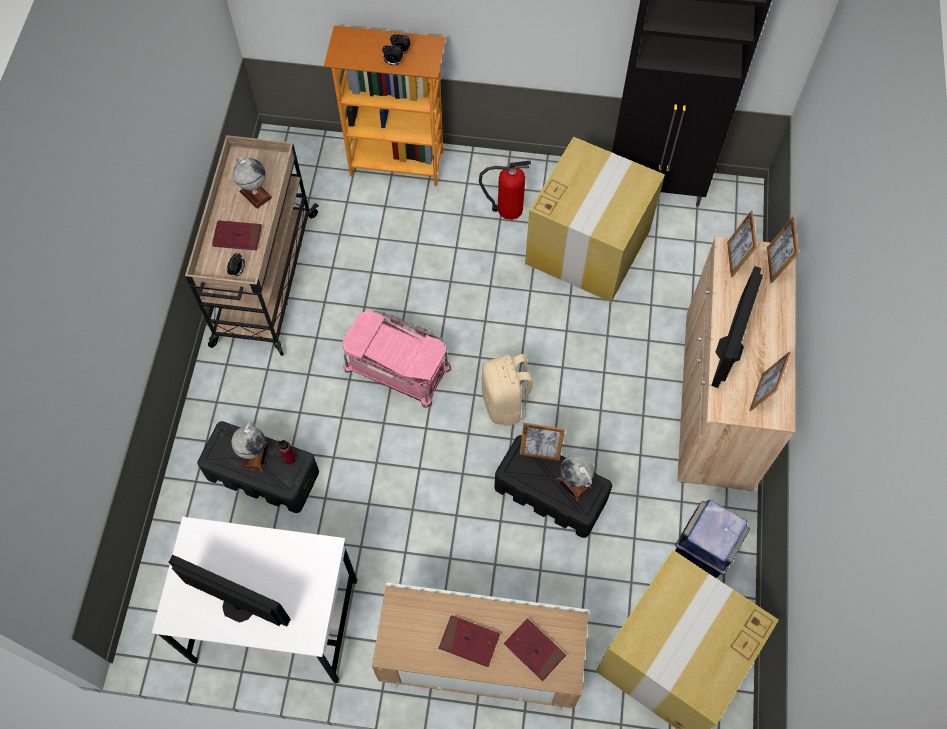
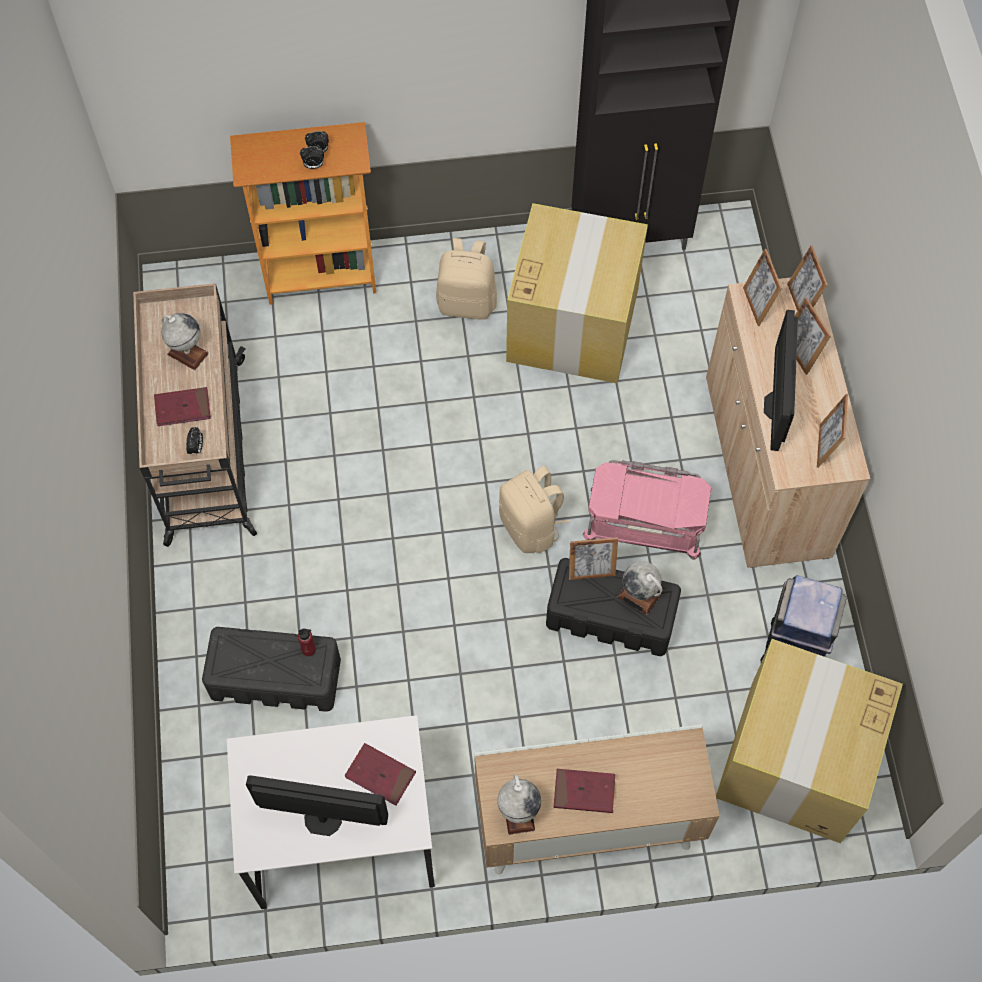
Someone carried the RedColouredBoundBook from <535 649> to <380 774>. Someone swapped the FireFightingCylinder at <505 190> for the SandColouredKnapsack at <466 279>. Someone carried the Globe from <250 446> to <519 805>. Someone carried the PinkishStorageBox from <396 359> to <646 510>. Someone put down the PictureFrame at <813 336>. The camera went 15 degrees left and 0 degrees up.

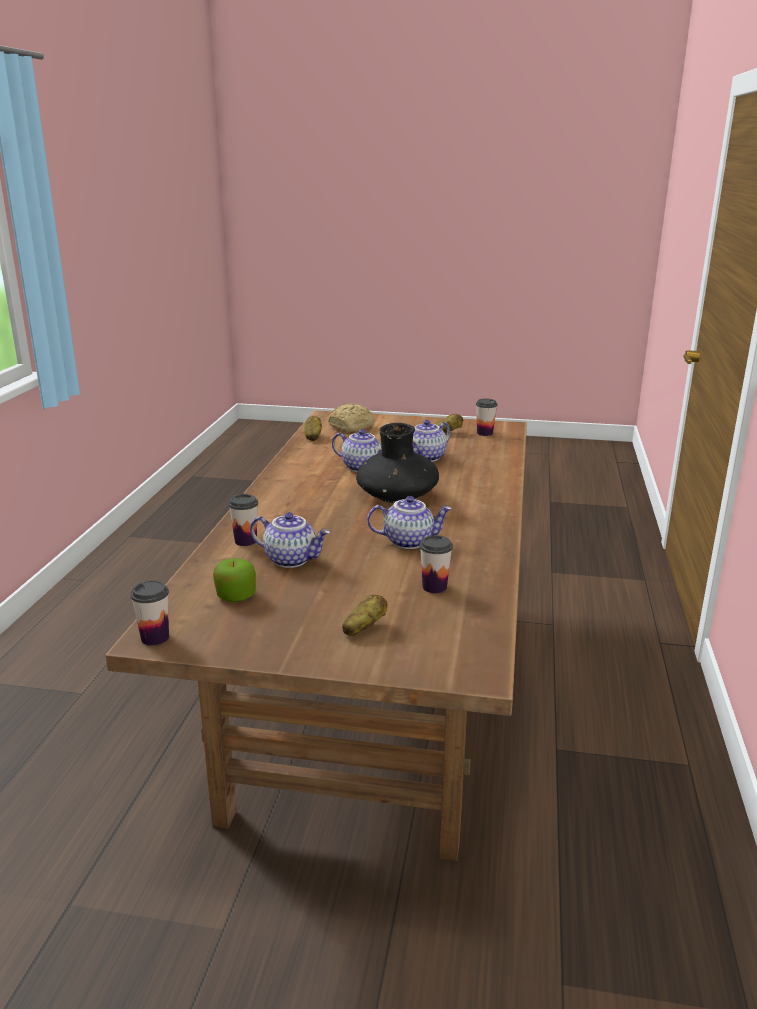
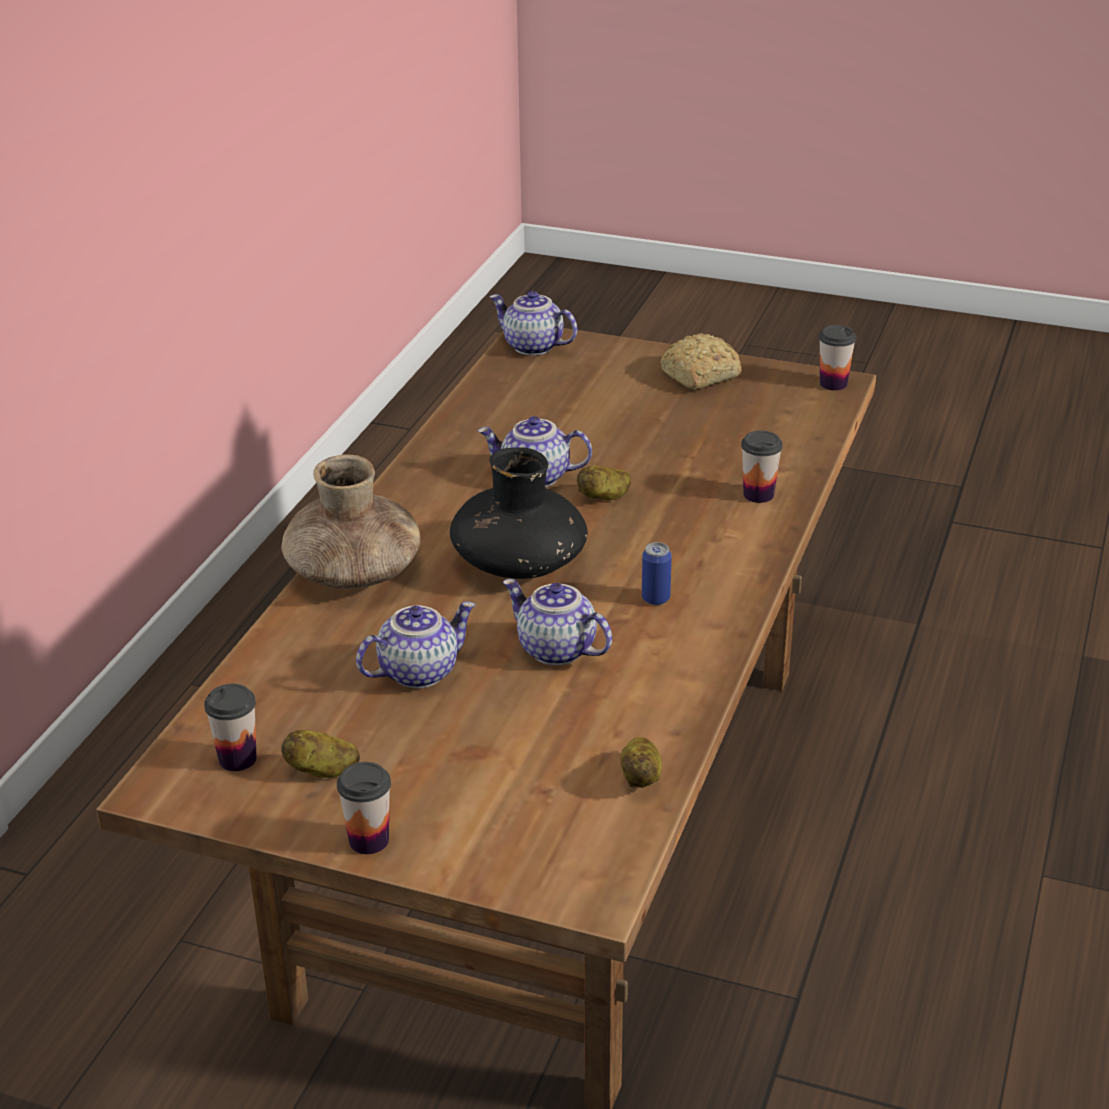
Someone put down the BrownColouredFlowerVase at <351 521>. Someone carried the Cup from <436 564> to <364 808>. Someone carried the Teapot from <290 540> to <533 323>. Someone carried the WholePotato from <365 615> to <604 483>. Someone put down the SealedCan at <657 573>. Someone carried the BakedBread from <351 417> to <701 361>. Someone took away the Apple at <234 580>. The camera went 170 degrees left and 10 degrees up.

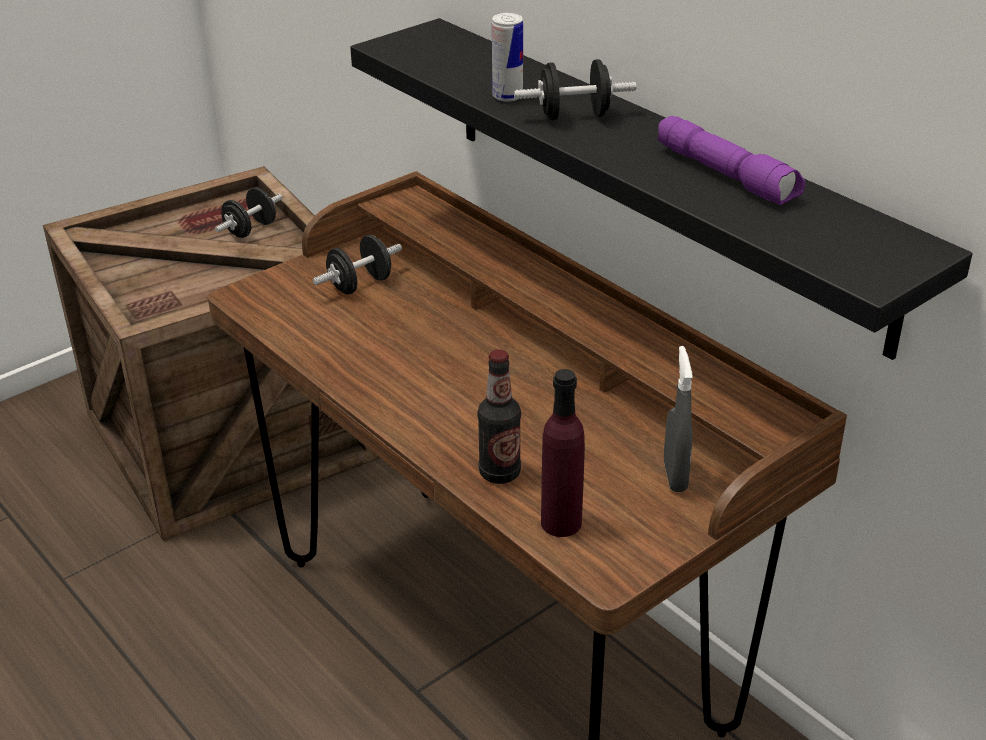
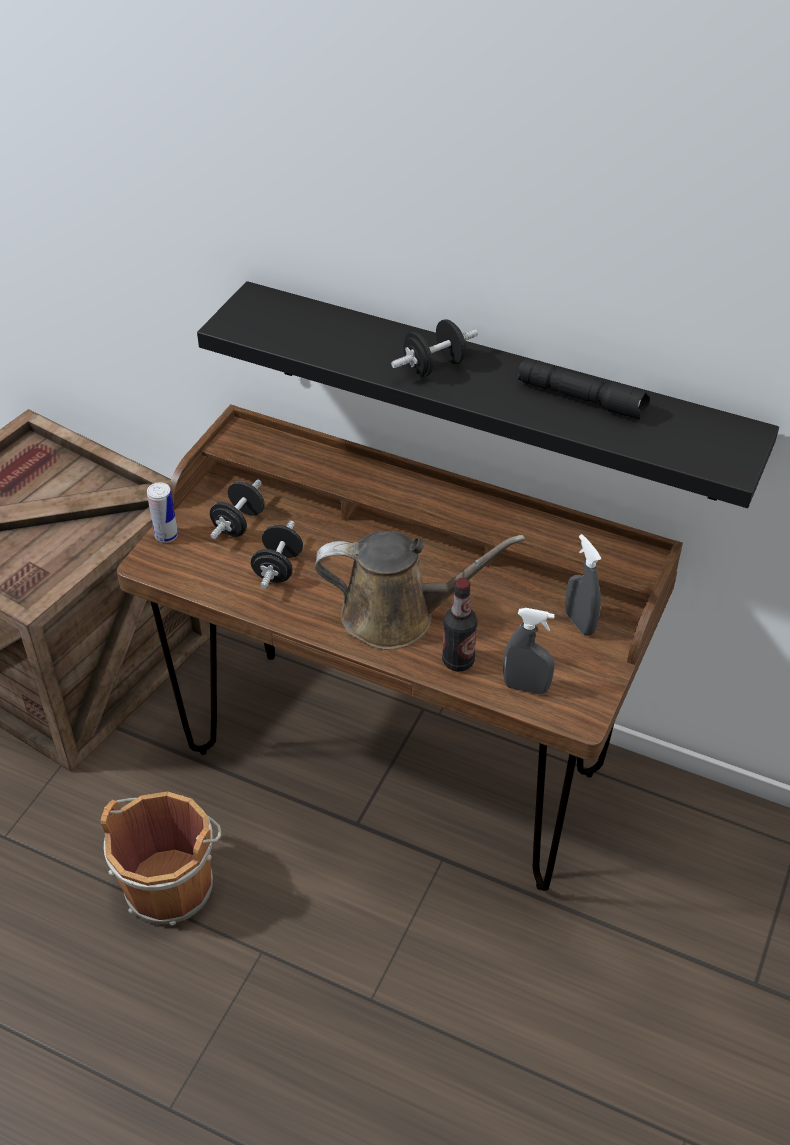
Someone put down the BrownColouredBucket at <161 858>. Someone carried the SealedCan from <507 57> to <162 512>. Someone carried the BlackishFreeWeight from <248 213> to <277 555>. Someone put down the BrownColouredWateringPot at <420 590>. Someone swapped the PurplishBeverageBottle at <563 453> for the GreyishSprayer at <529 651>. Someone repainted the PurplishTorch at <731 160>, which became the BlackishTorch at <584 388>. The camera went 25 degrees left and 10 degrees up.

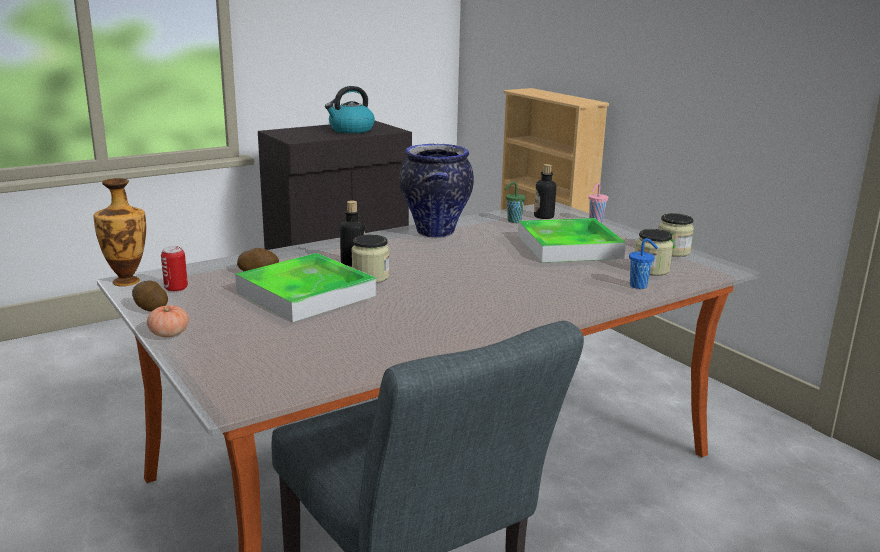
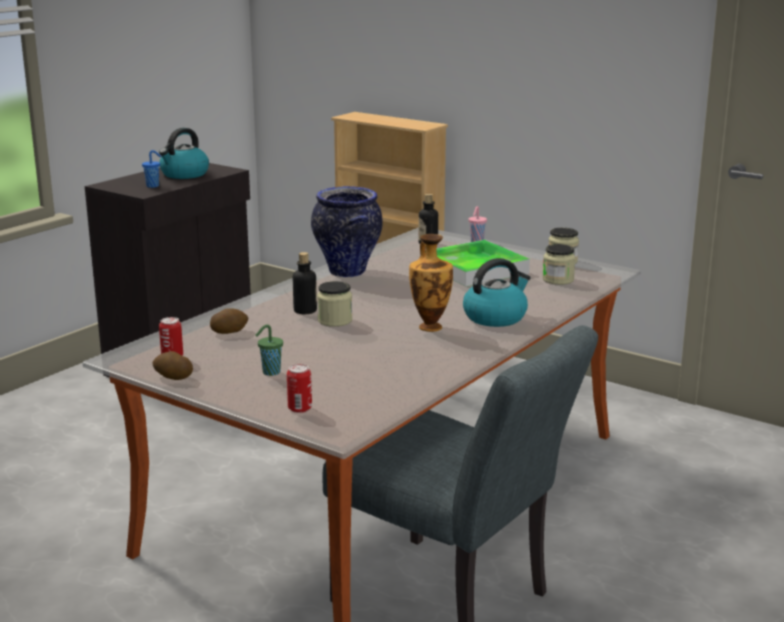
Someone carried the BlueCup from <643 263> to <151 169>. Someone carried the GreenCup from <515 202> to <269 350>. Someone put down the SealedCan at <299 388>. Someone carried the FlowerVase from <120 232> to <431 283>. Someone put down the WaterKettle at <497 292>. Someone took away the FreshTomato at <168 321>. Someone took away the Tray at <305 287>. The camera went 20 degrees left and 0 degrees up.

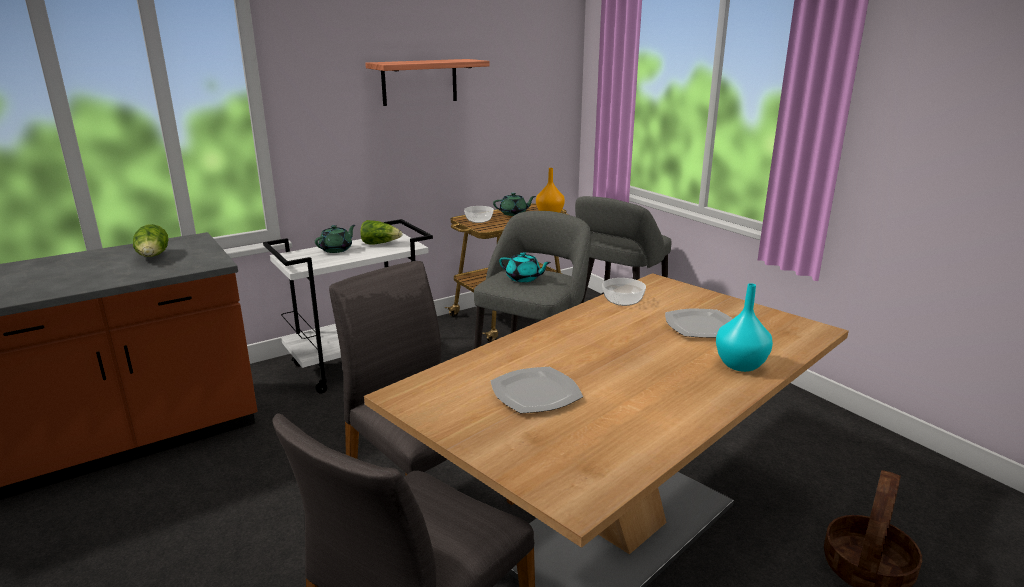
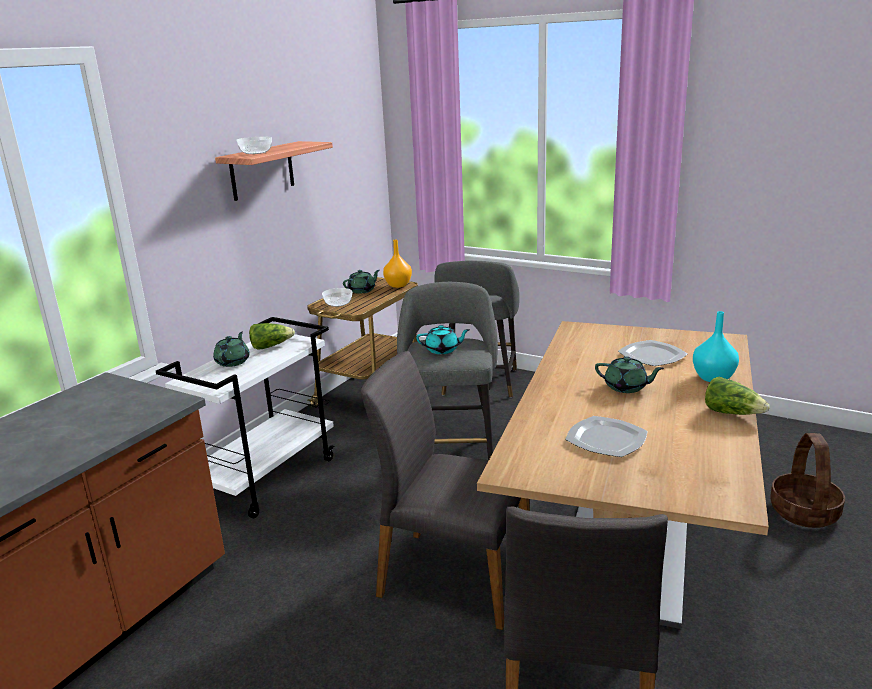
Someone carried the Bowl from <624 292> to <254 145>. Someone put down the GreenTeapot at <629 374>. Someone carried the LettuceHead from <150 240> to <737 396>. The camera went 25 degrees left and 0 degrees up.

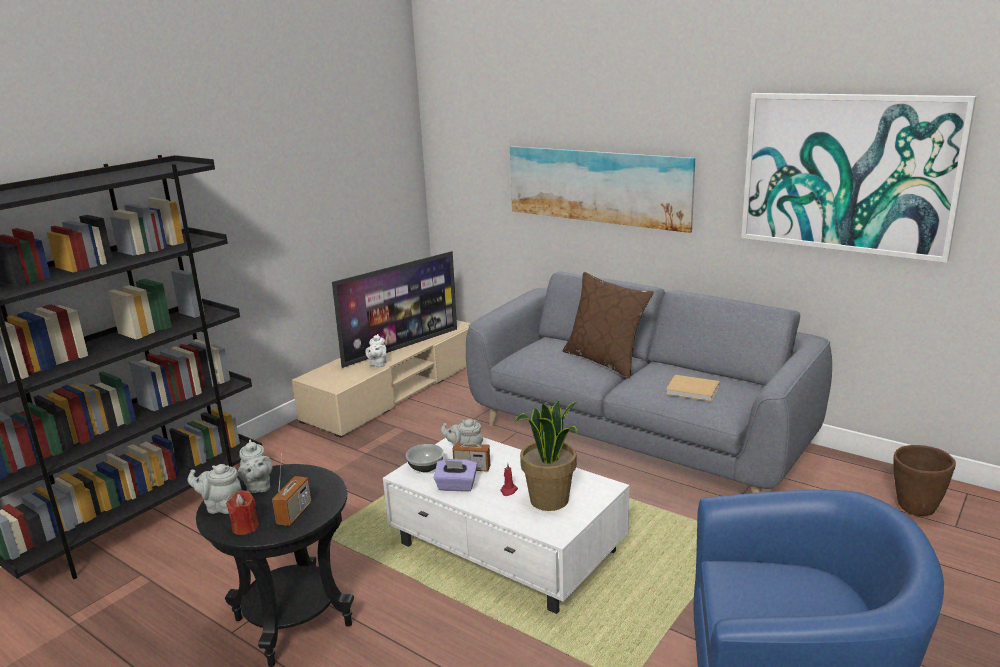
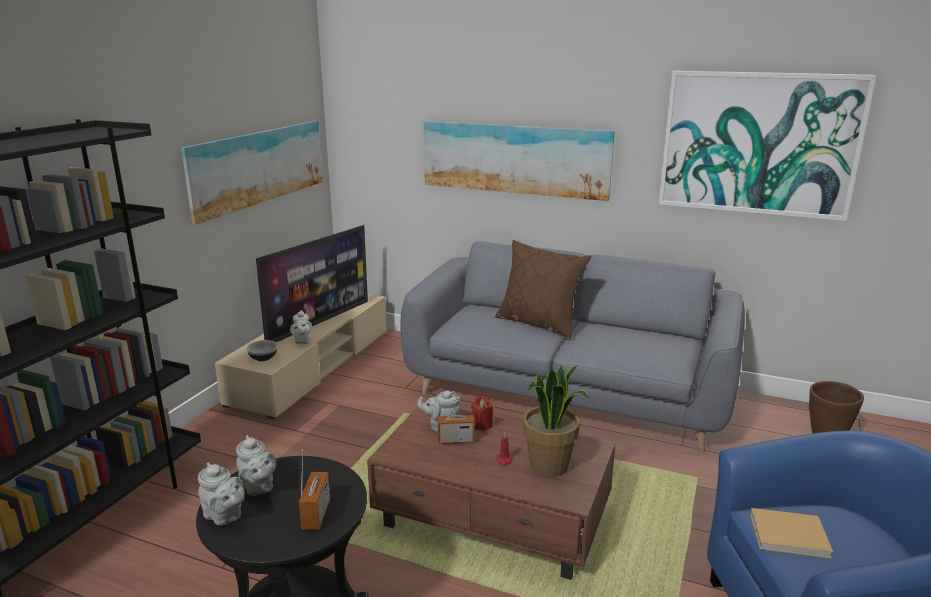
Someone put up the WallArt at <252 173>. Someone rotated the GreyishTeapot at <215 489> by 135 degrees counterclockwise. Someone carried the Bowl from <425 458> to <262 350>. Someone repainted the WhitishLoungeTable at <506 525>, which became the BrownColouredLoungeTable at <491 490>. Someone carried the RedColouredWaxCandle from <242 512> to <482 413>. Someone carried the SandColouredBoundBook from <693 388> to <791 533>. Someone took away the PurplishBoxOfTissues at <456 475>. The camera went 15 degrees left and 0 degrees up.

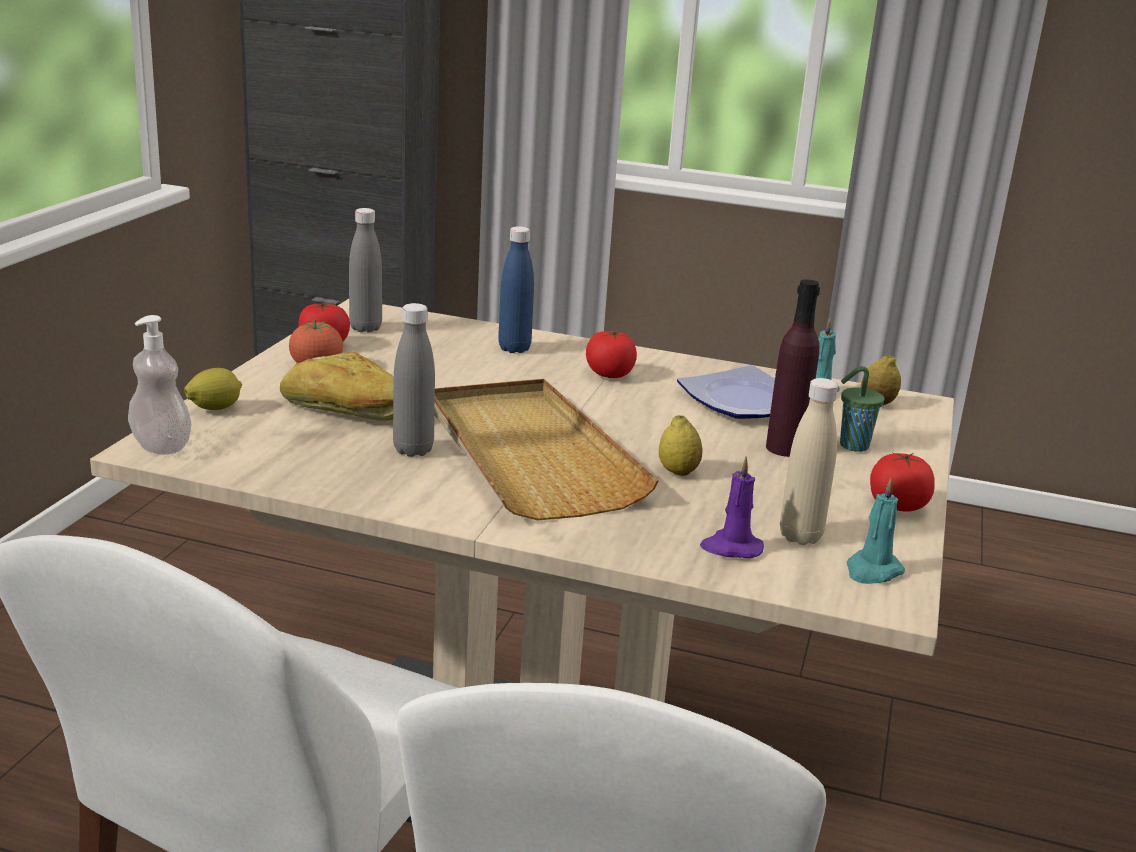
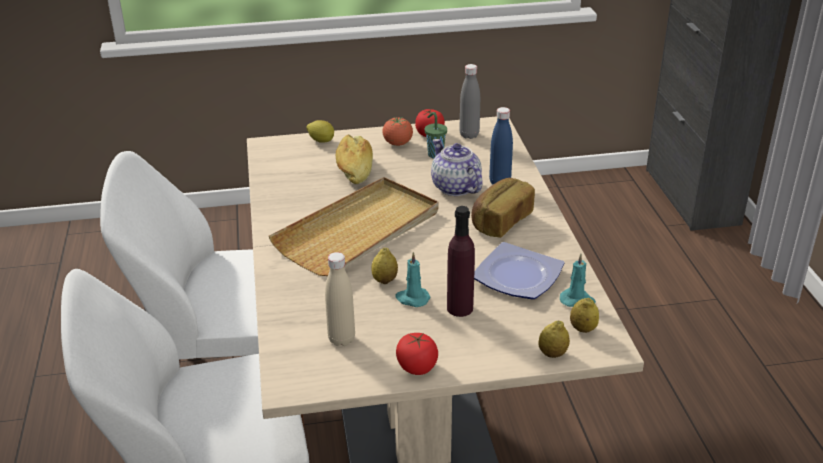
Someone carried the BlueGreenWaxCandle from <875 530> to <413 279>. Someone carried the GreenCup from <862 409> to <436 135>. Someone put down the Teapot at <457 167>. Someone swapped the FreshTomato at <611 354> for the BakedBread at <503 208>. Someone put down the WholeLemon at <554 339>. Someone took away the LiquidSoapBottle at <160 385>. Someone took away the GreyishBeverageBottle at <414 380>. Someone took away the PurplishWaxCandle at <732 507>. The camera went 65 degrees right and 10 degrees up.

